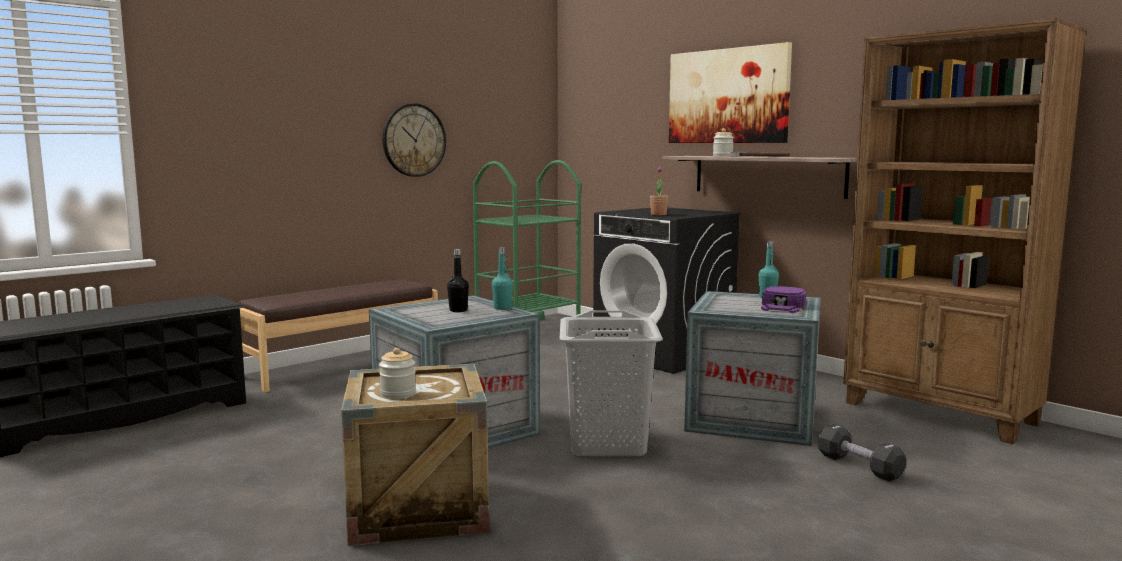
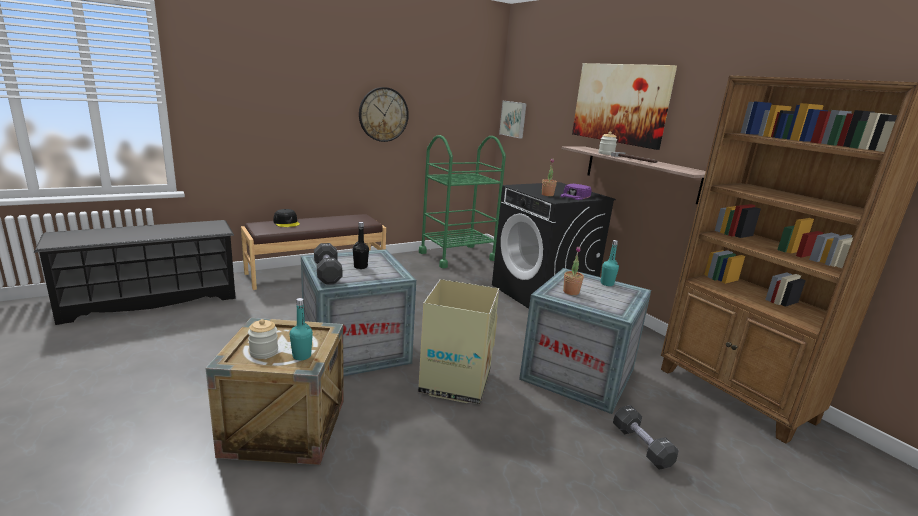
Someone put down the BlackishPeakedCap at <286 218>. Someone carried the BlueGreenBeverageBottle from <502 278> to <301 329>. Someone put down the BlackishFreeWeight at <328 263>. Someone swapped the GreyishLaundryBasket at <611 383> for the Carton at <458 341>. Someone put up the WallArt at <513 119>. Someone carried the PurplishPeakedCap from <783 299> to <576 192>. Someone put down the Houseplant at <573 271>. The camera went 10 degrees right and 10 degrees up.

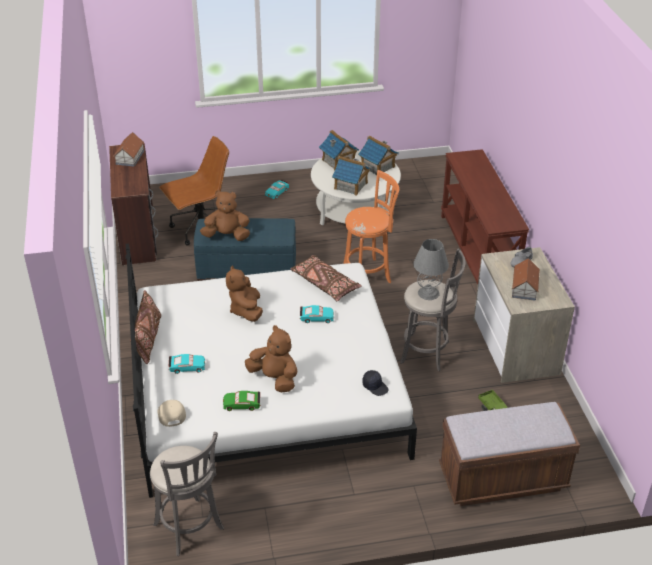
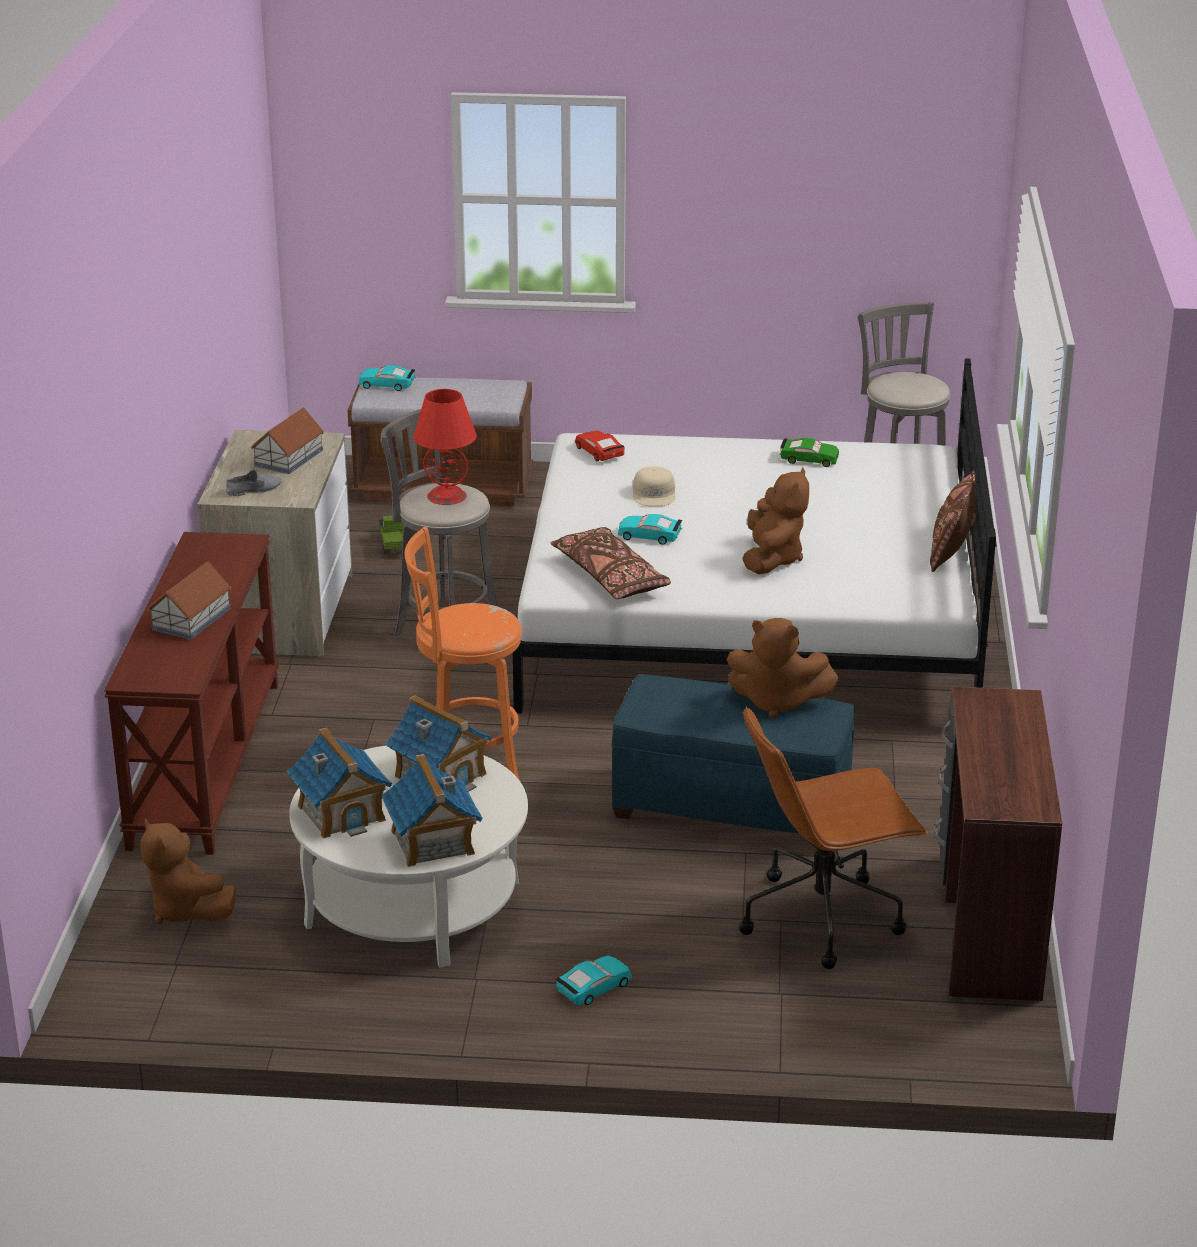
Someone carried the BrownColouredCuddlyToy from <271 359> to <188 871>. Someone carried the ToyHouse from <128 149> to <189 600>. Someone carried the BlueGreenMiniatureCar from <187 364> to <387 378>. Someone repainted the GreyishTableLamp at <431 269>, which became the RedColouredTableLamp at <445 447>. Someone swapped the BlackishPeakedCap at <375 383> for the RedColouredMiniatureCar at <599 446>. Someone carried the SandColouredPeakedCap from <171 413> to <654 487>. The camera went 165 degrees left and 10 degrees down.

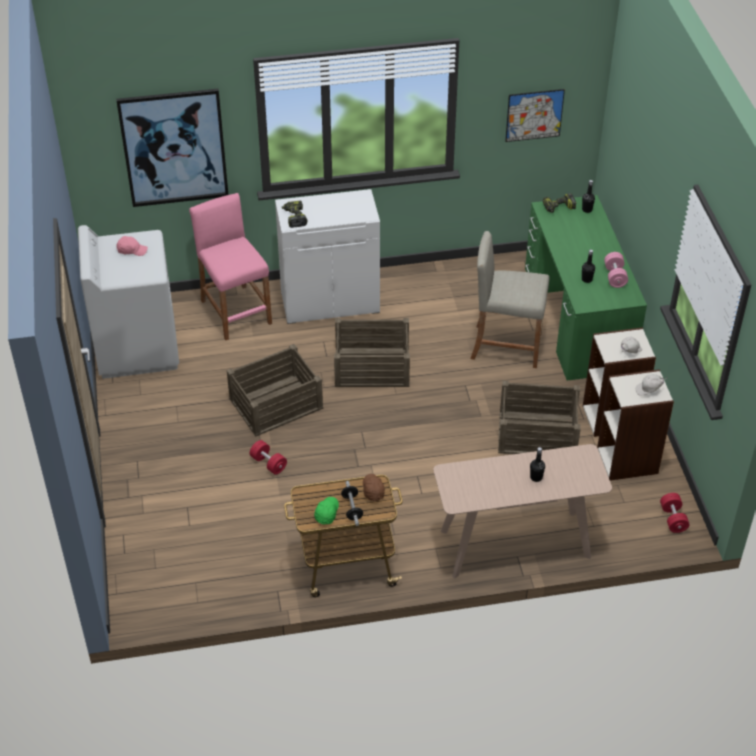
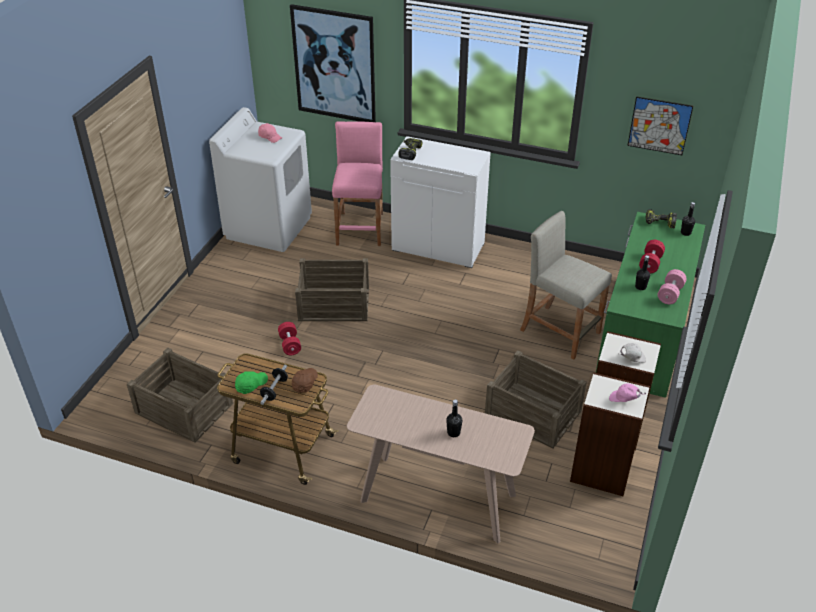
Someone carried the Crate from <372 352> to <180 395>. Someone repainted the WhitishPeakedCap at <651 385>, which became the PinkishPeakedCap at <627 392>. Someone carried the RedColouredFreeWeight from <675 513> to <652 256>. The camera went 30 degrees right and 5 degrees down.

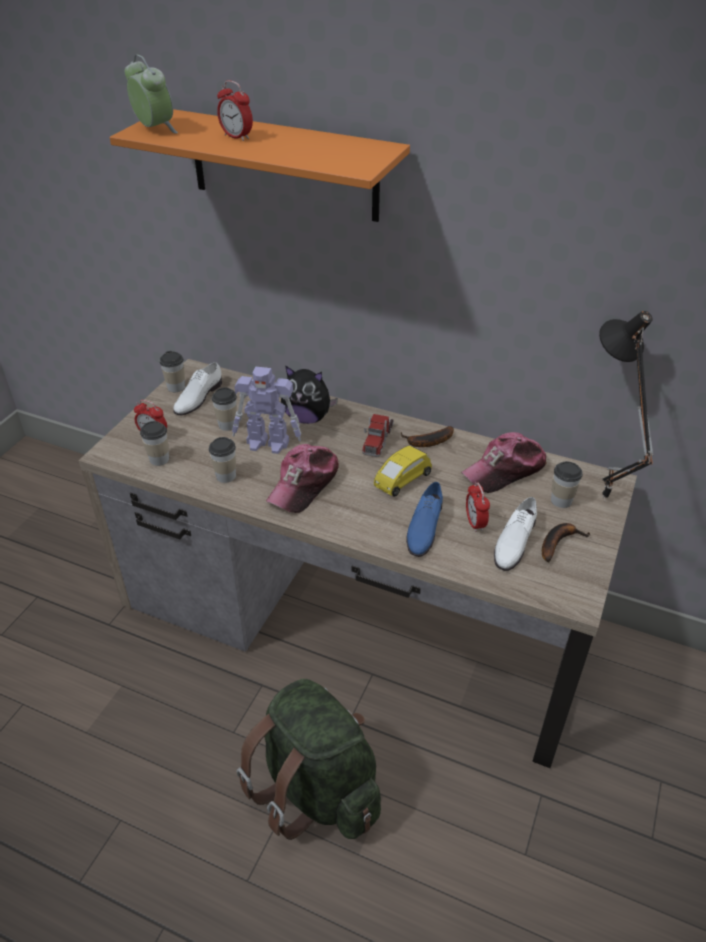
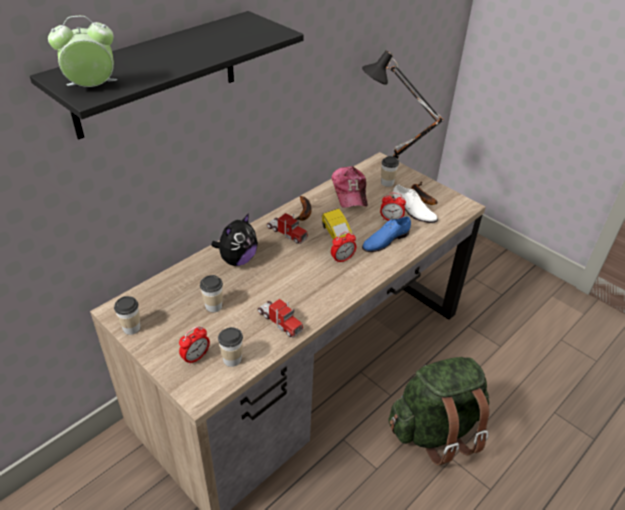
Someone repainted the OrangeColouredShelf at <260 165>, which became the BlackishShelf at <167 75>. Someone swapped the Cup at <222 460> for the ToyLorry at <280 318>. Someone carried the TableClock from <235 110> to <343 247>. Someone rotated the BlueItemOfFootwear at <424 519> by 105 degrees clockwise. Someone took away the WhitishItemOfFootwear at <198 388>. Someone took away the RobotFigure at <266 410>. Someone took away the PeakedCap at <302 478>. The camera went 70 degrees left and 0 degrees up.

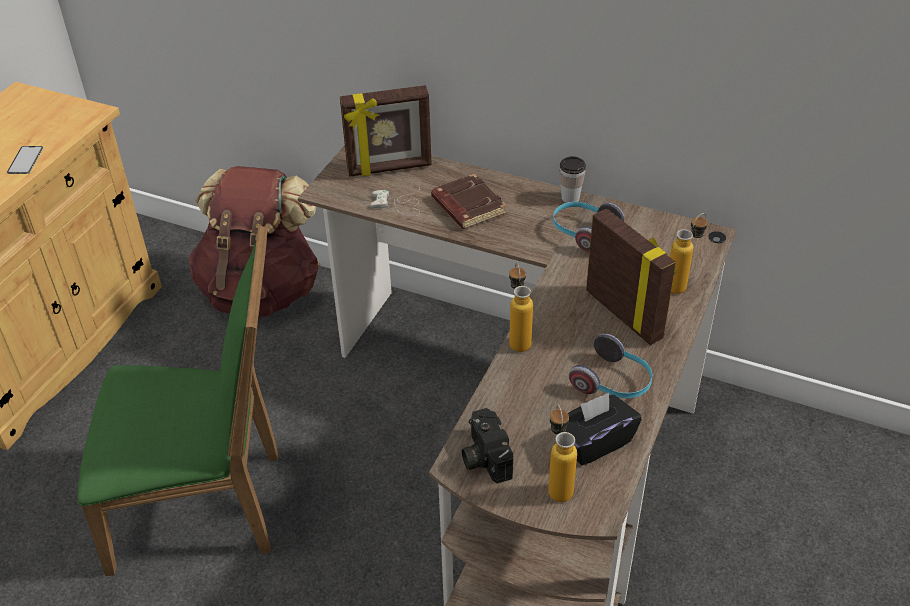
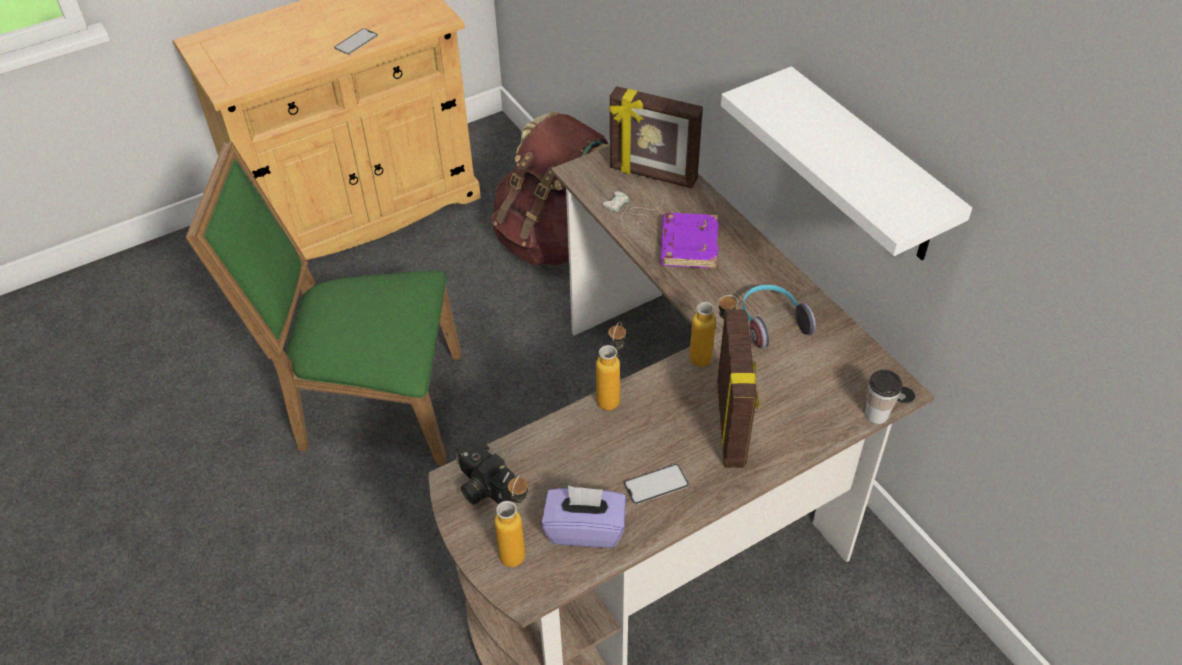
Someone rotated the GreenPlainChair at <177 400> by 150 degrees clockwise. Someone rotated the PhotoCamera at <487 445> by 60 degrees counterclockwise. Someone repainted the BlackishBoxOfTissues at <603 429>, which became the PurplishBoxOfTissues at <583 516>. Someone swapped the PairOfHeadphones at <610 366> for the Telephone at <656 484>. Someone repainted the BrownColouredBoundBook at <469 201>, which became the PurplishBoundBook at <689 241>. Someone carried the BeverageBottle from <689 253> to <713 331>. Someone put up the WhitishShelf at <846 163>. Someone carried the Cup from <572 179> to <883 396>. The camera went 35 degrees right and 5 degrees up.

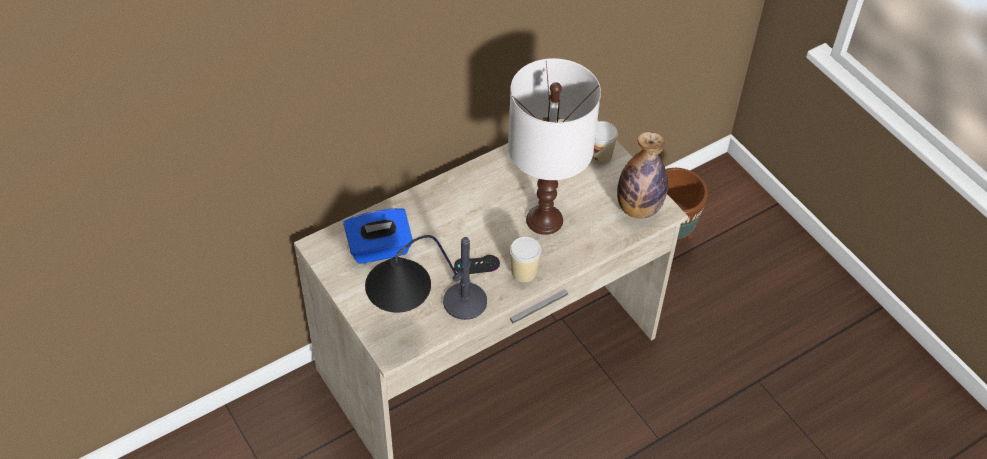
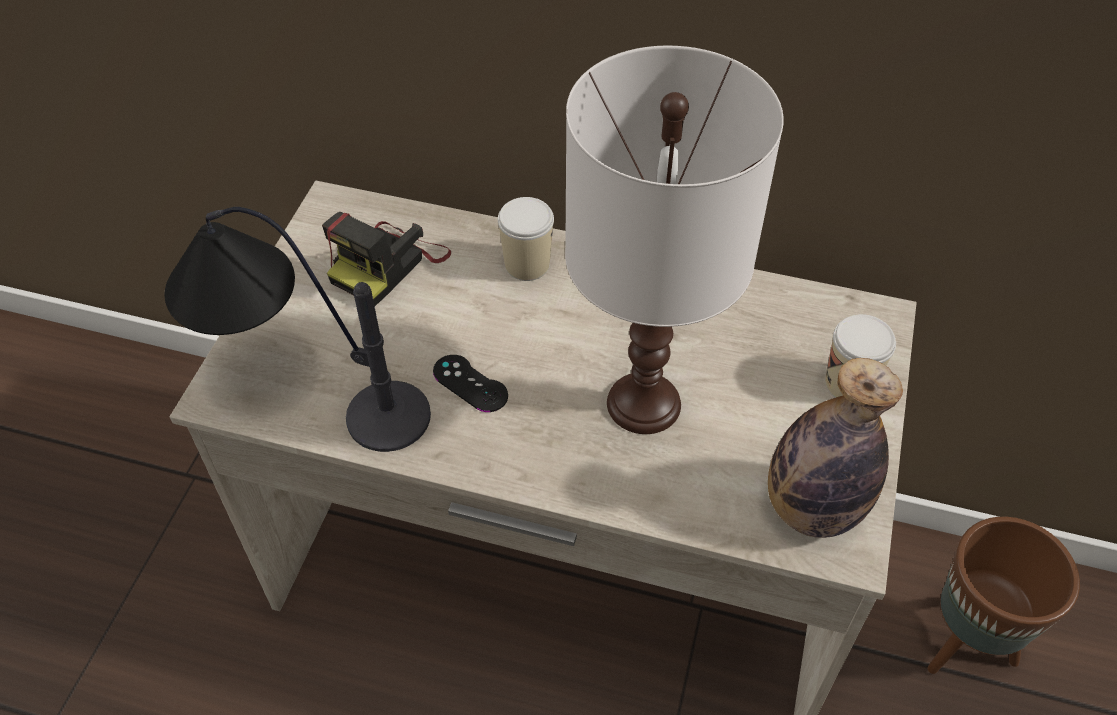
Someone swapped the BlueBoxOfTissues at <378 236> for the PhotoCamera at <386 259>. Someone carried the Cup from <525 259> to <526 239>. The camera went 50 degrees right and 0 degrees up.

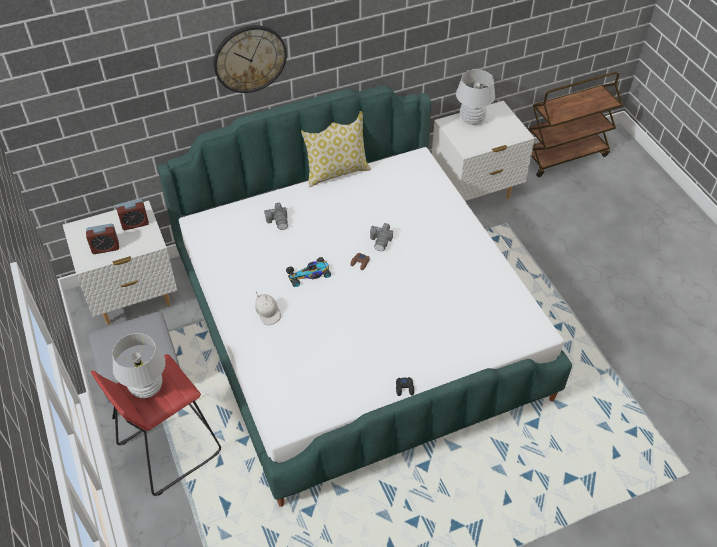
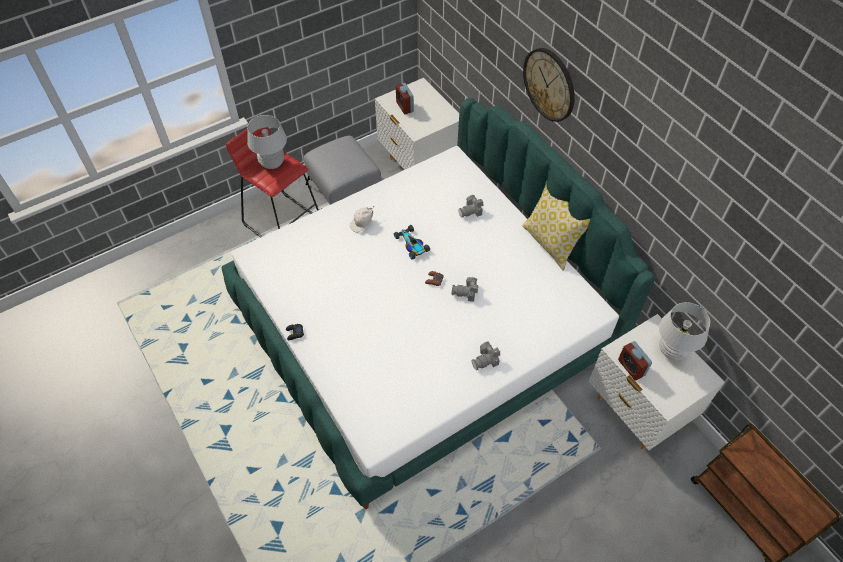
Someone put down the PhotoCamera at <486 355>. Someone carried the TableClock from <132 214> to <635 360>. The camera went 80 degrees right and 5 degrees up.

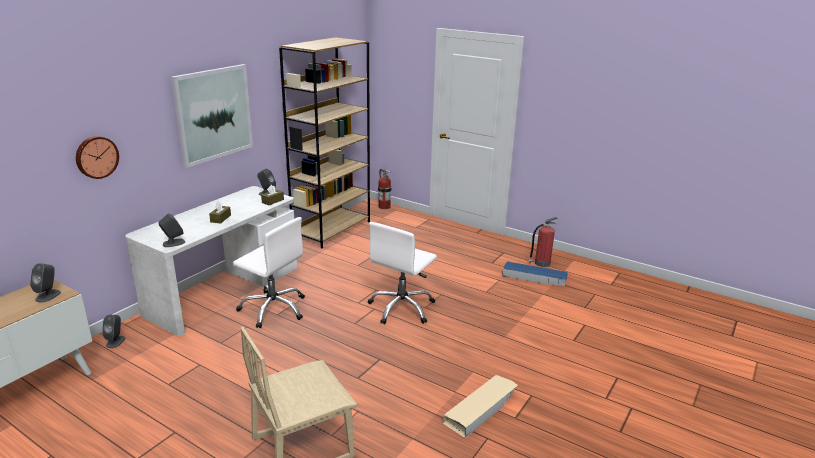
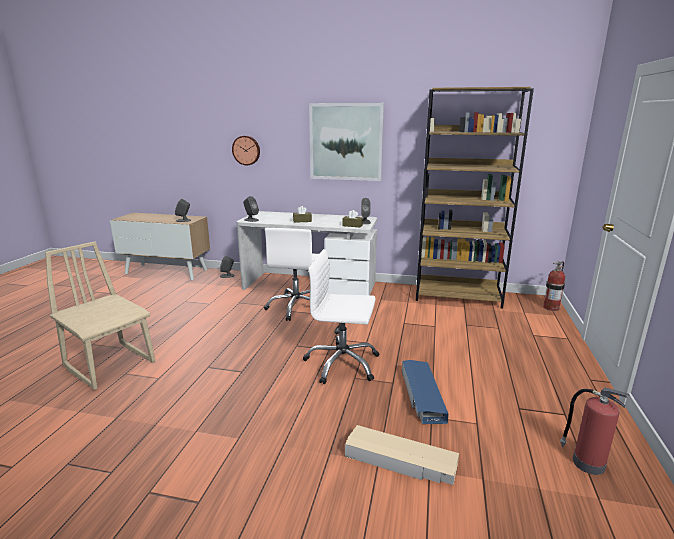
Someone carried the SandColouredStorageBox from <480 406> to <402 455>. Someone carried the BlueStorageBox from <535 273> to <425 392>. The camera went 70 degrees right and 5 degrees down.

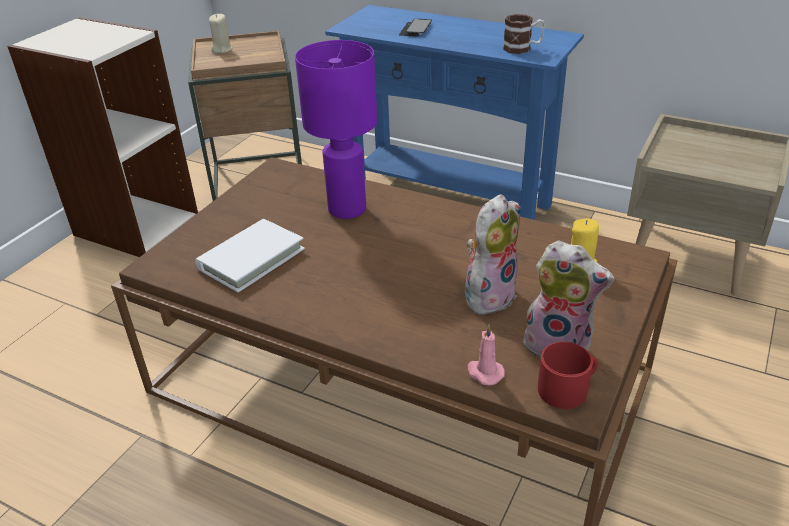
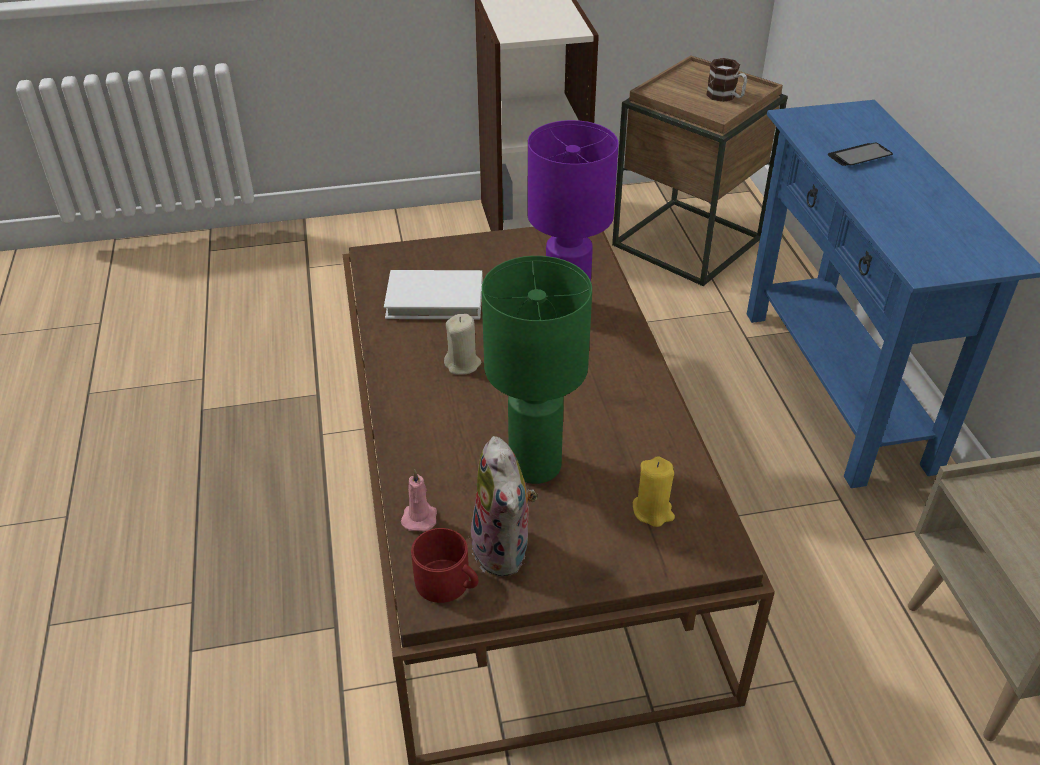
Someone carried the SandColouredWaxCandle from <221 33> to <462 344>. Someone swapped the CuddlyToy at <492 254> for the GreenTableLamp at <537 370>. Someone carried the TeaMug from <524 34> to <726 80>. The camera went 50 degrees right and 5 degrees up.

